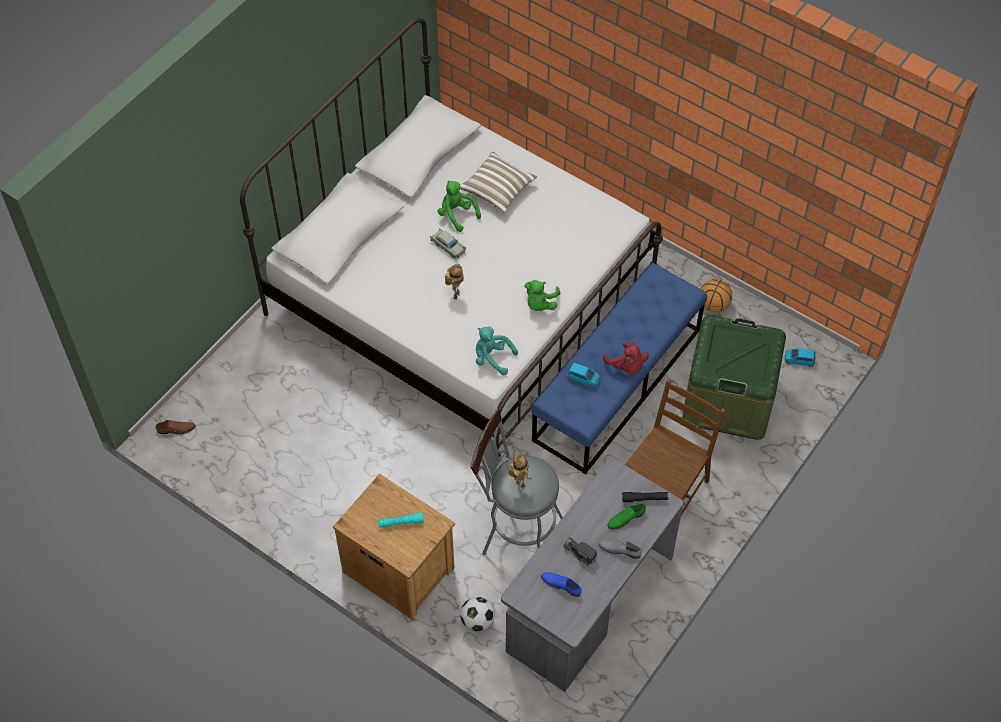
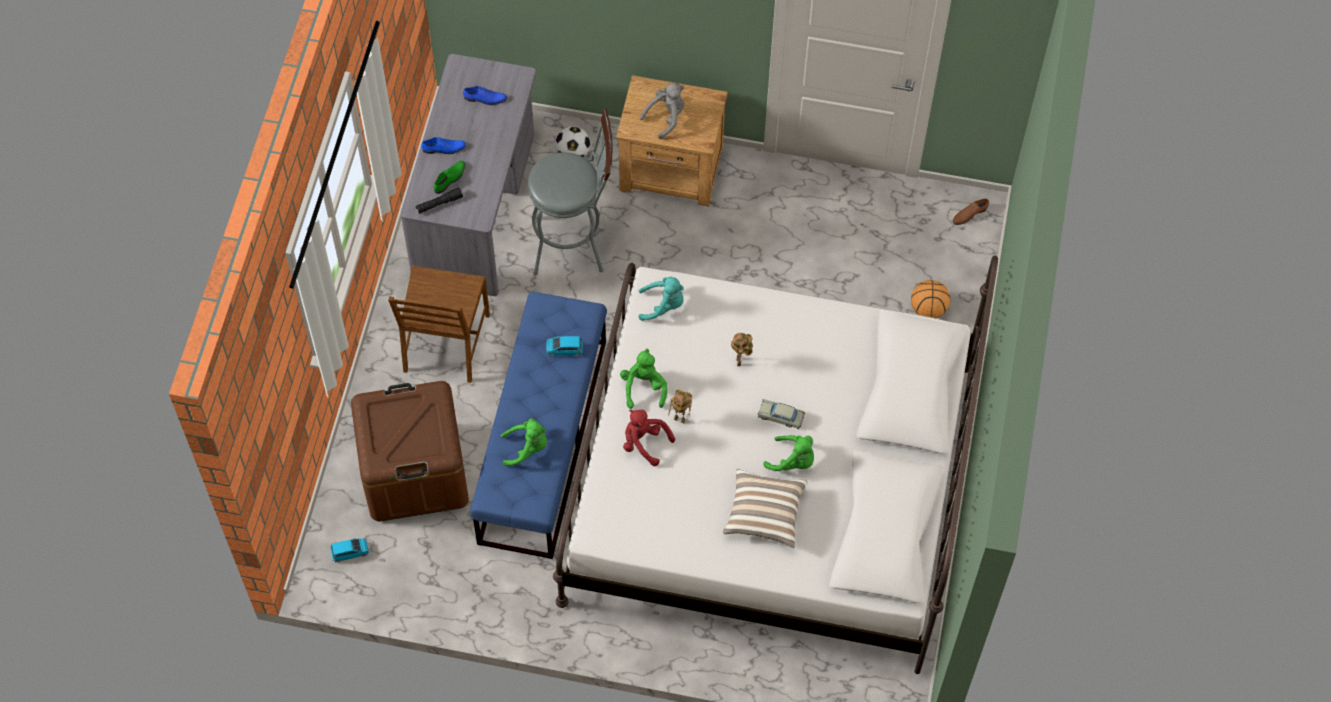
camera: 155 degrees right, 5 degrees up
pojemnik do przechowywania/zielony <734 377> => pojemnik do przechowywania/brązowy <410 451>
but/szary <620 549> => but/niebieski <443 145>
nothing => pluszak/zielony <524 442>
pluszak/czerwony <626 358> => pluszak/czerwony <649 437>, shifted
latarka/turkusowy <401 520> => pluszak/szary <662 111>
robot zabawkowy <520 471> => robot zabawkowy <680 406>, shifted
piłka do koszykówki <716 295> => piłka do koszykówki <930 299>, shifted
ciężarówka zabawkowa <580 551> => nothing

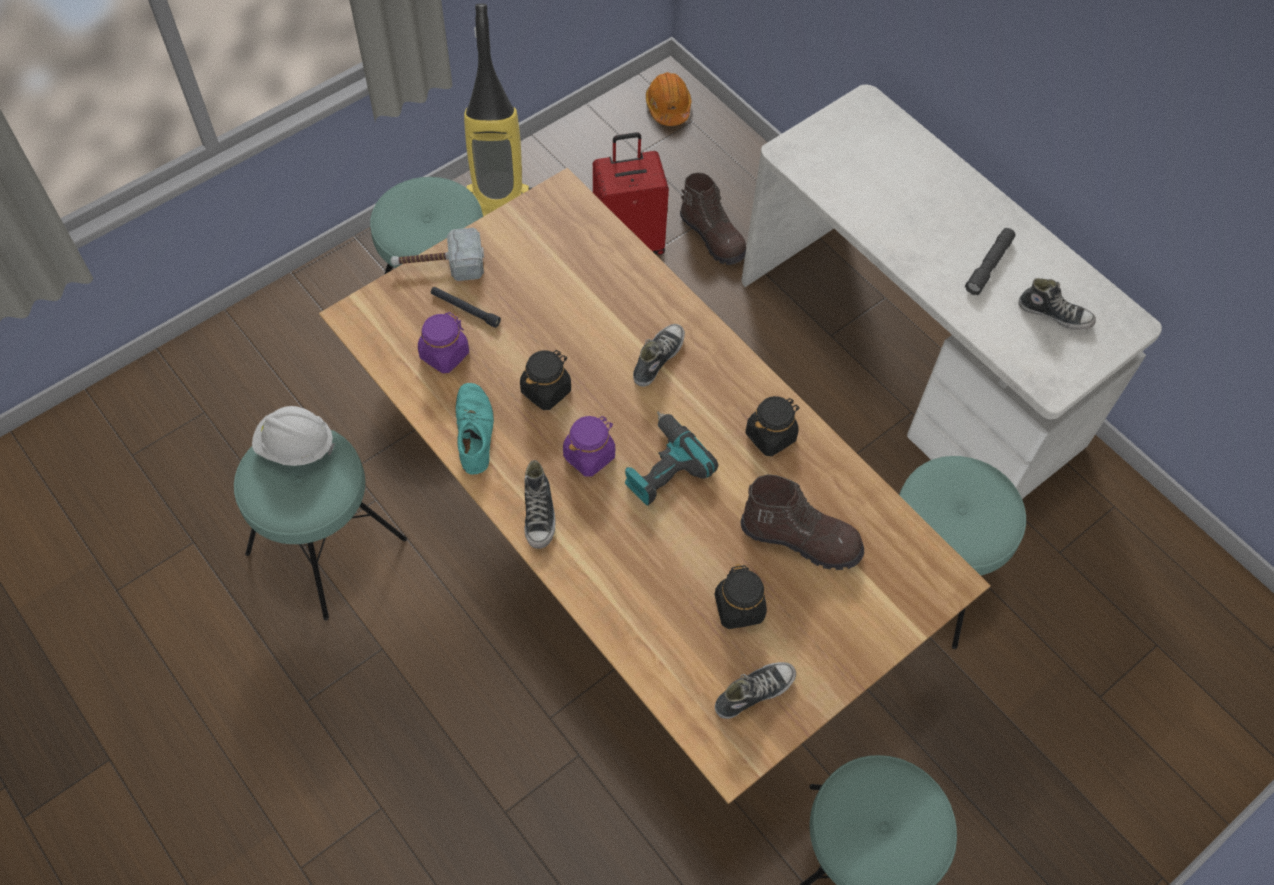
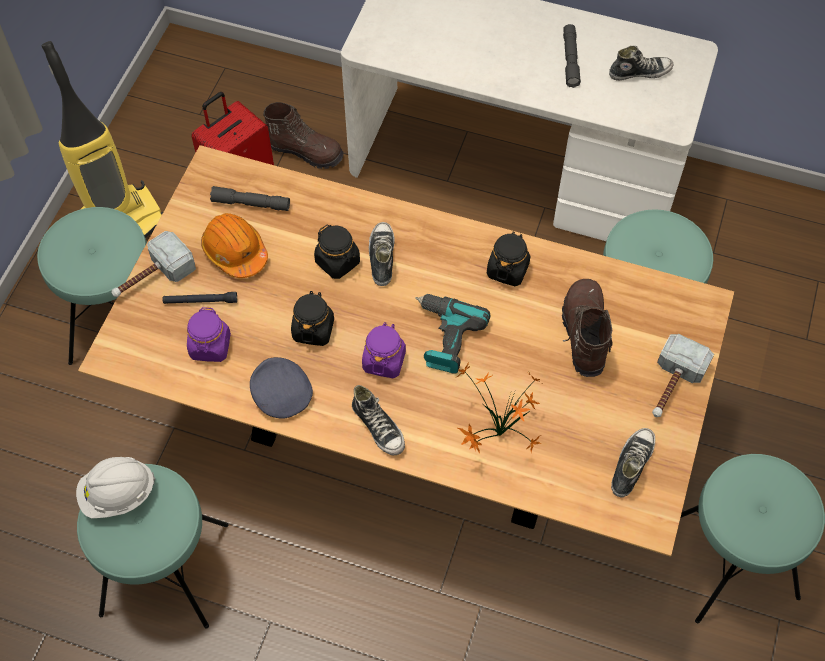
camera: 30 degrees left, 0 degrees up
kask/pomarańczowy <668 99> => kask/pomarańczowy <234 245>, shifted
nothing => latarka/szary <250 198>
but/turkusowy <474 429> => czapka z daszkiem/szary <281 388>
słoik/czarny <740 596> => słoik/czarny <337 252>, shifted
nothing => roślina doniczkowa <498 408>
but z cholewką/brązowy <802 522> => but z cholewką/brązowy <587 328>, 75 degrees counterclockwise
nothing => młotek <683 375>

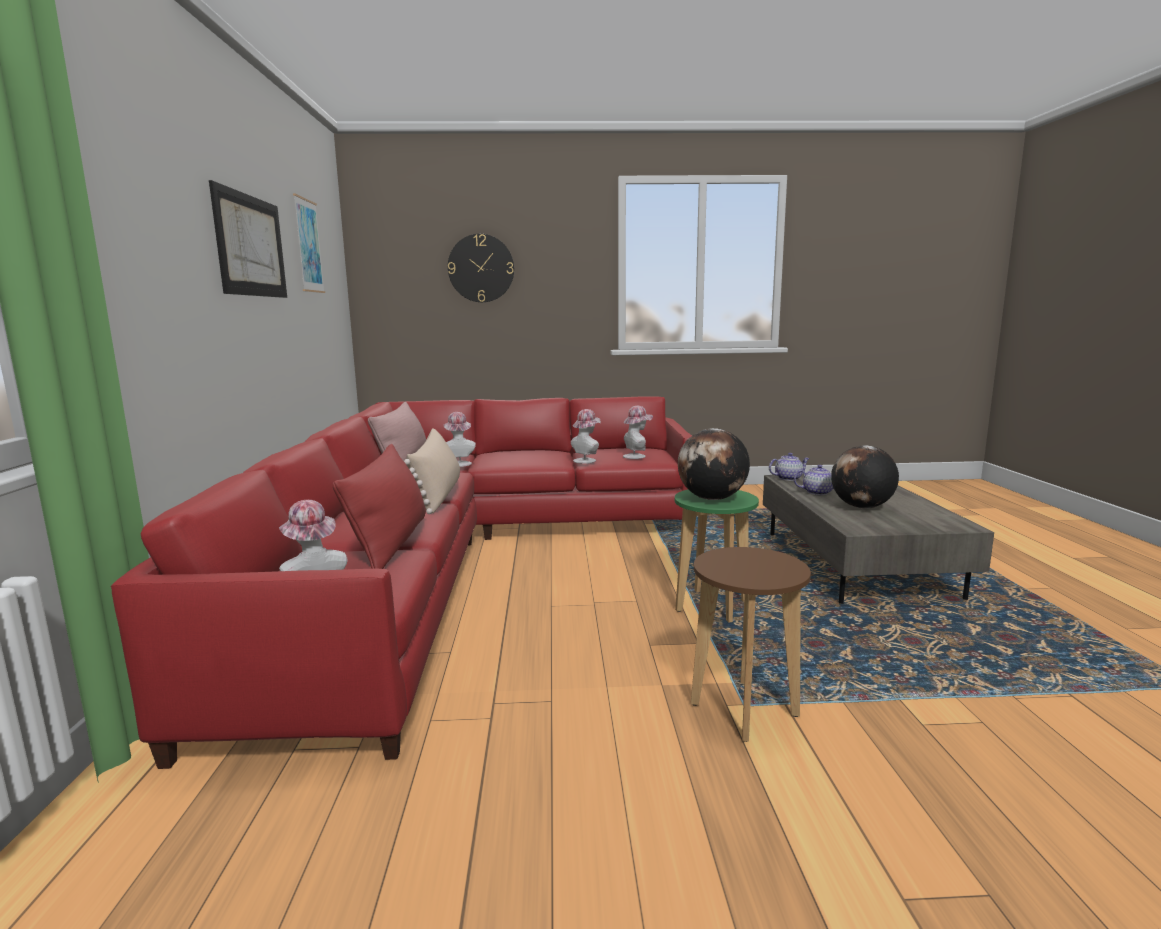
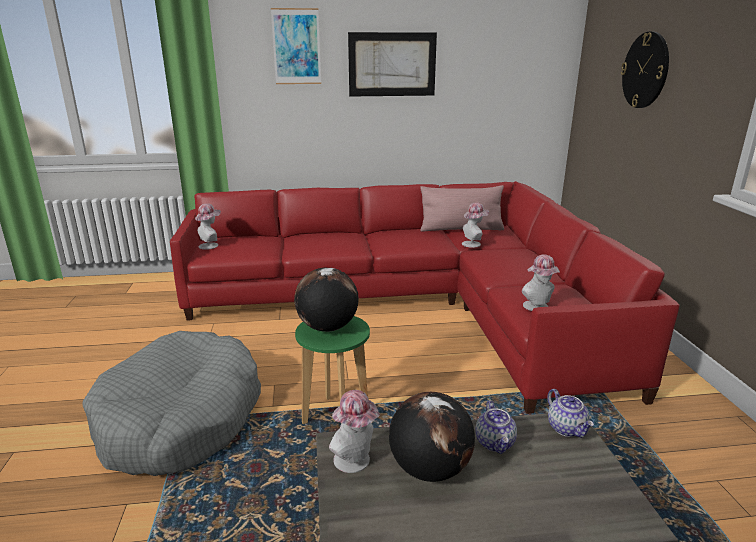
camera: 85 degrees right, 10 degrees up
stołek/brązowy <751 644> => legowisko/szary <171 403>
obraz <309 243> => obraz <296 46>, shifted
kapelusz <586 436> => kapelusz <354 431>, shifted
poduszka/czerwony <379 506> => nothing
poduszka/beżowy <432 471> => nothing

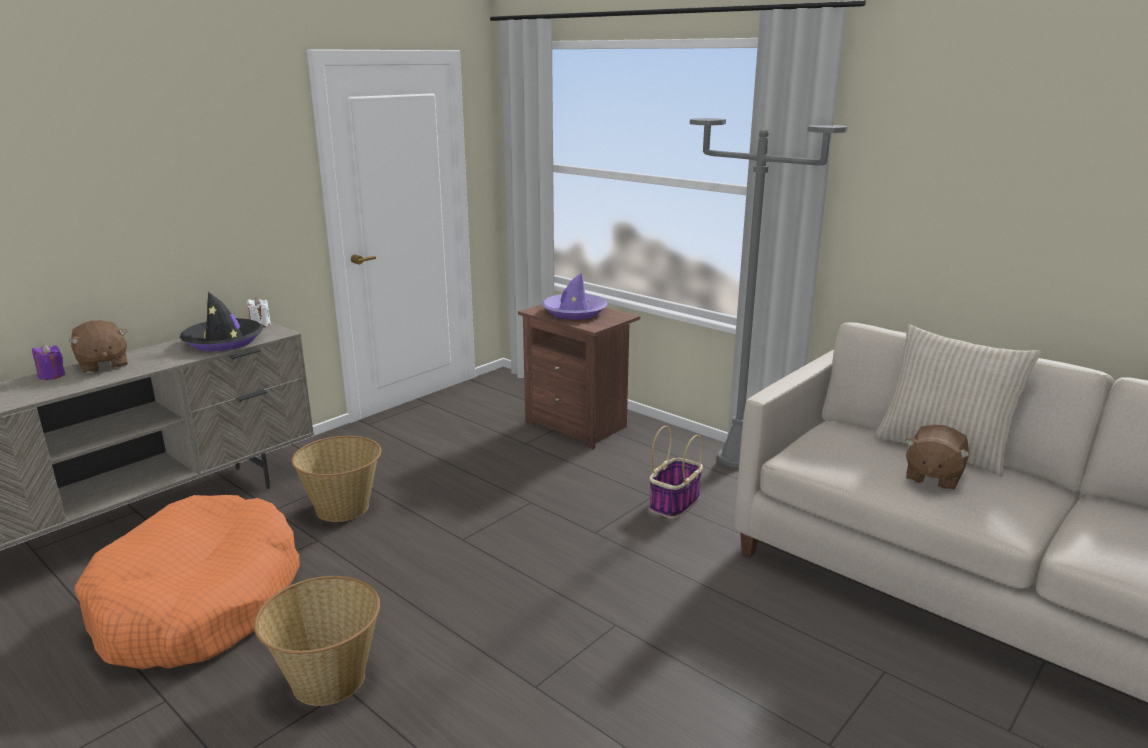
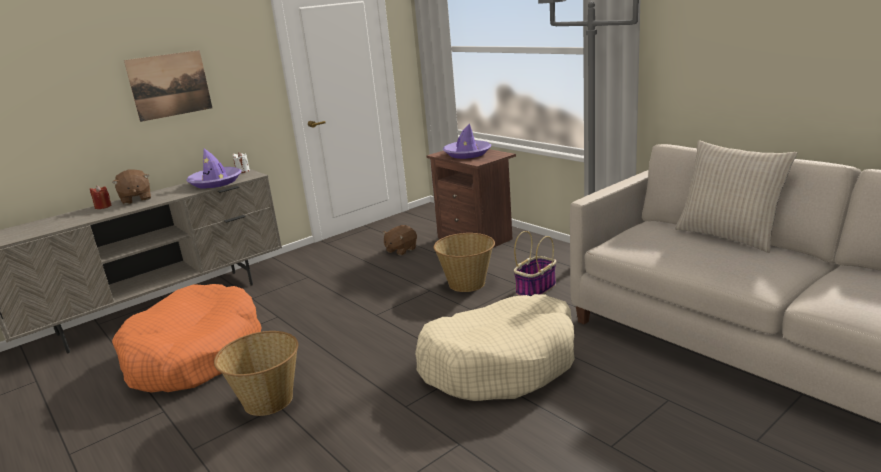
camera: 10 degrees right, 0 degrees up
świeca/fioletowy <48 362> => świeca/czerwony <101 197>
nothing => obraz <168 86>
kapelusz/czarny <221 321> => kapelusz/fioletowy <214 168>
pluszak/brązowy <937 458> => pluszak/brązowy <399 240>, shifted
nothing => legowisko/beżowy <495 347>
koszyk <336 479> => koszyk <464 262>, shifted

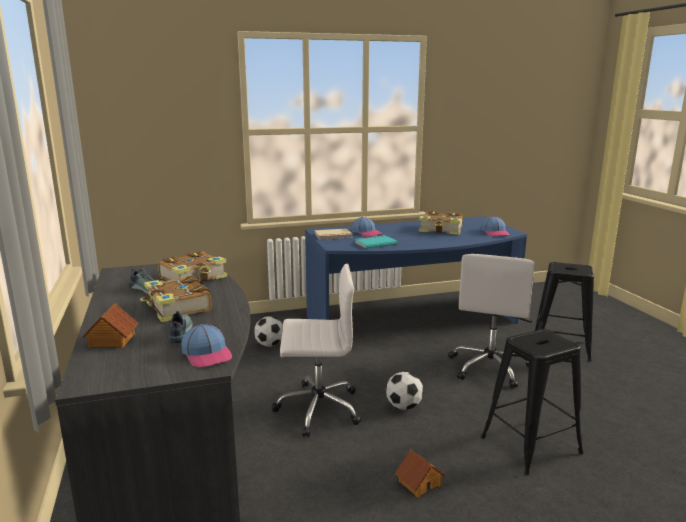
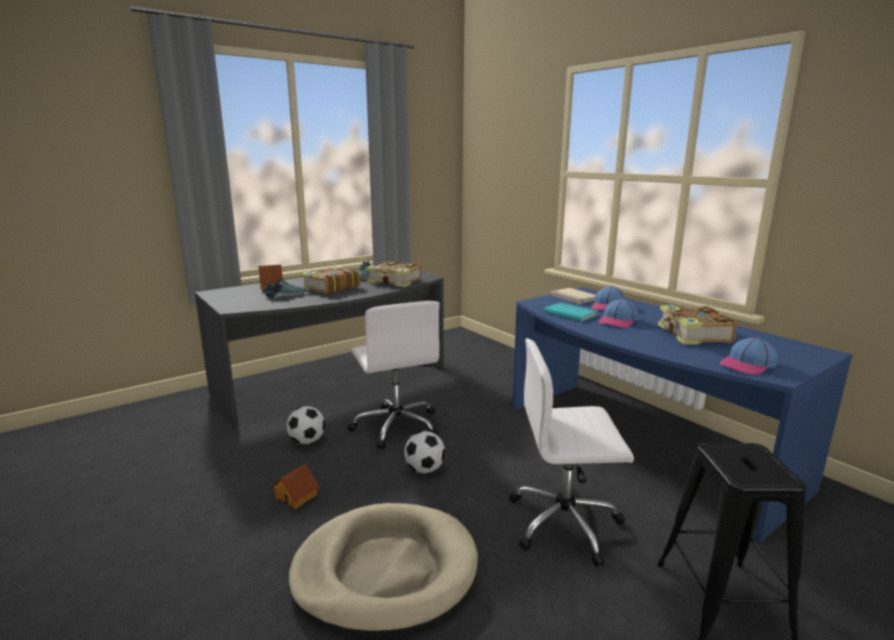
camera: 70 degrees right, 0 degrees up
piłka futbolowa <268 331> => piłka futbolowa <305 425>, shifted
stołek/czarny <532 402> => legowisko/beżowy <383 569>
czapka z daszkiem <206 346> => czapka z daszkiem <618 313>, shifted

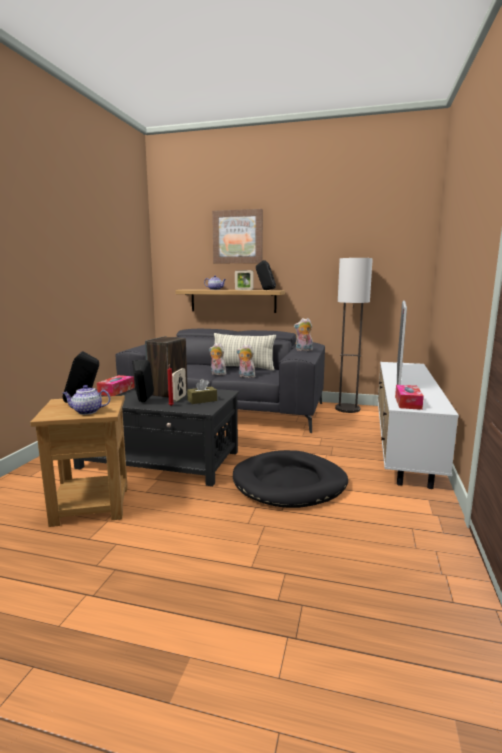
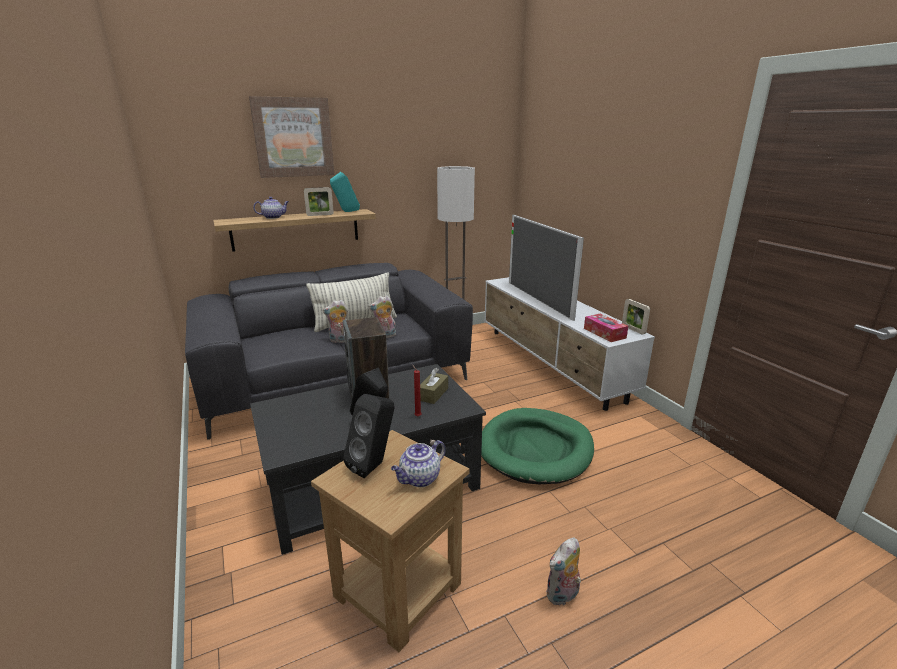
camera: 40 degrees left, 10 degrees up
głośnik/czarny <266 275> => głośnik/turkusowy <345 192>
legowisko/czarny <290 479> => legowisko/zielony <537 446>
pluszak <303 334> => pluszak <563 571>, shifted
ramka na zdjęcie <179 385> => ramka na zdjęcie <636 316>, shifted
pudełko chusteczek <116 385> => nothing

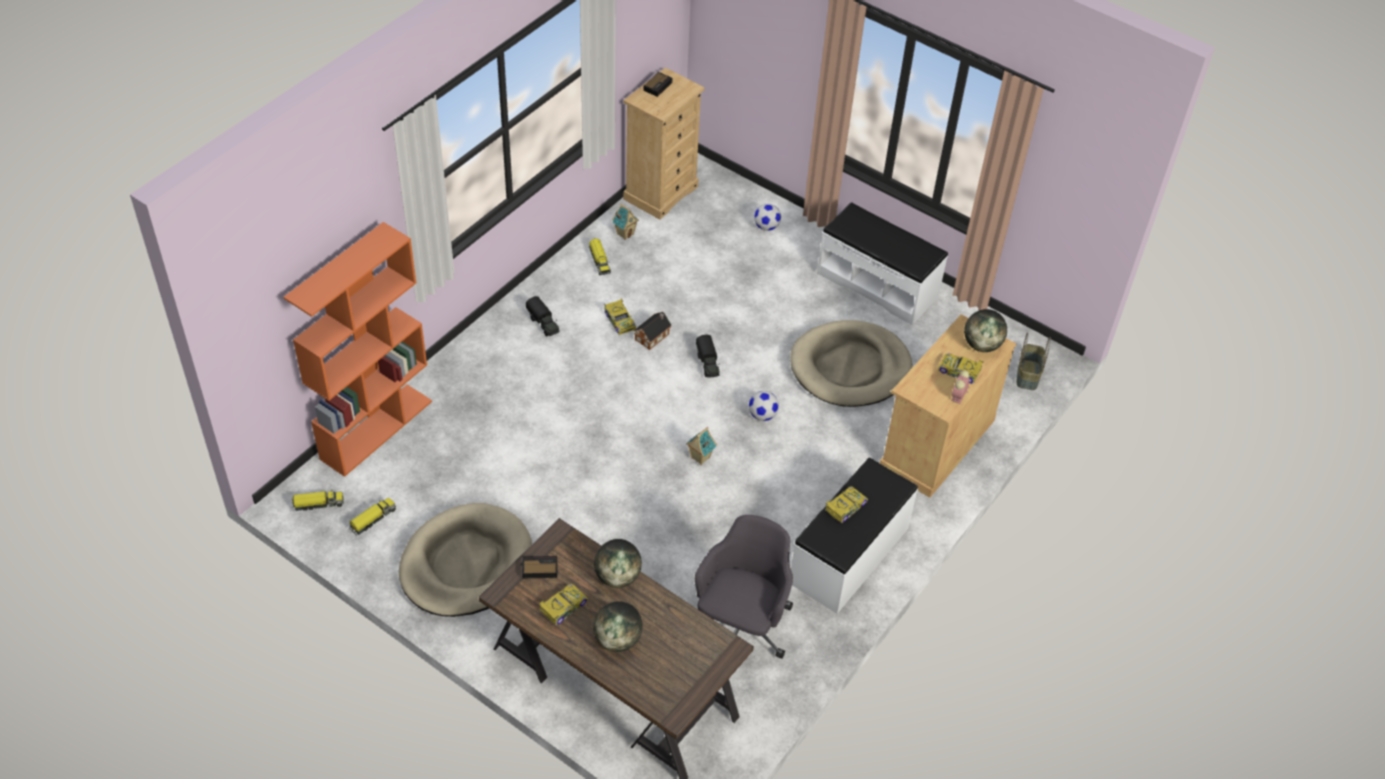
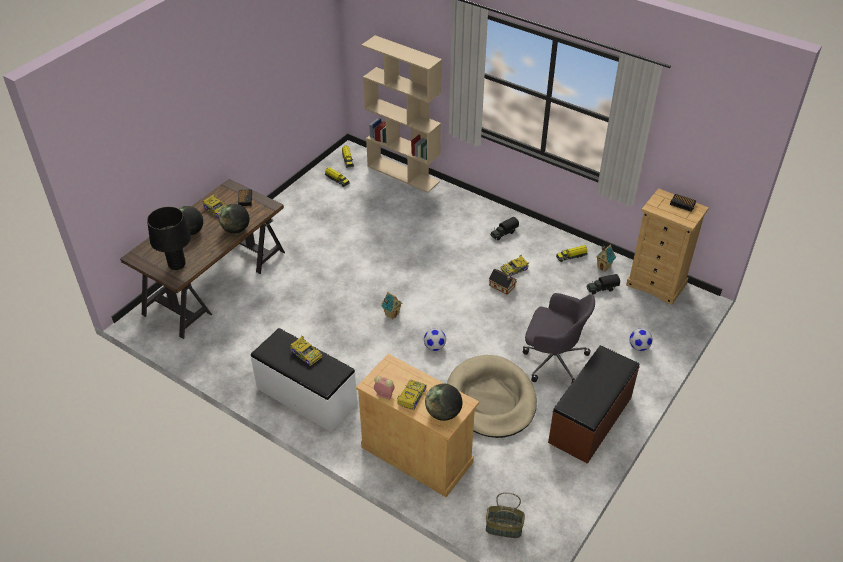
camera: 90 degrees right, 5 degrees down
nothing => lampa stołowa/czarny <169 238>
regał/pomarańczowy <357 349> => regał/beżowy <401 114>
krzesło biurowe/szary <744 587> => krzesło biurowe/szary <559 338>, shifted
ławka/biały <882 263> => ławka/brązowy <594 404>
ciężarówka zabawkowa <708 356> => ciężarówka zabawkowa <603 284>, shifted
legowisko/beżowy <465 560> => nothing

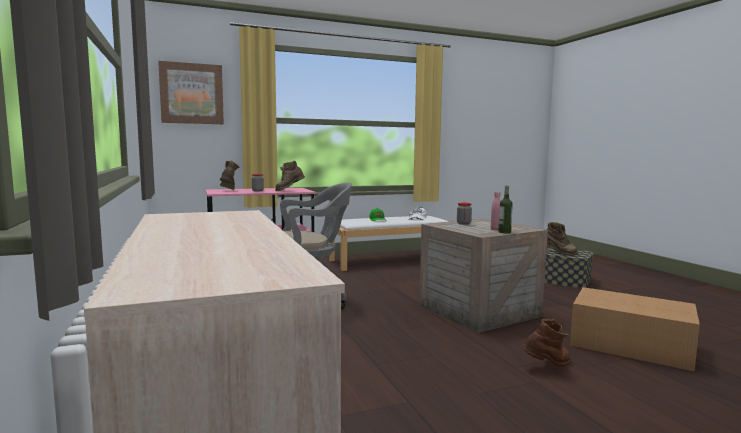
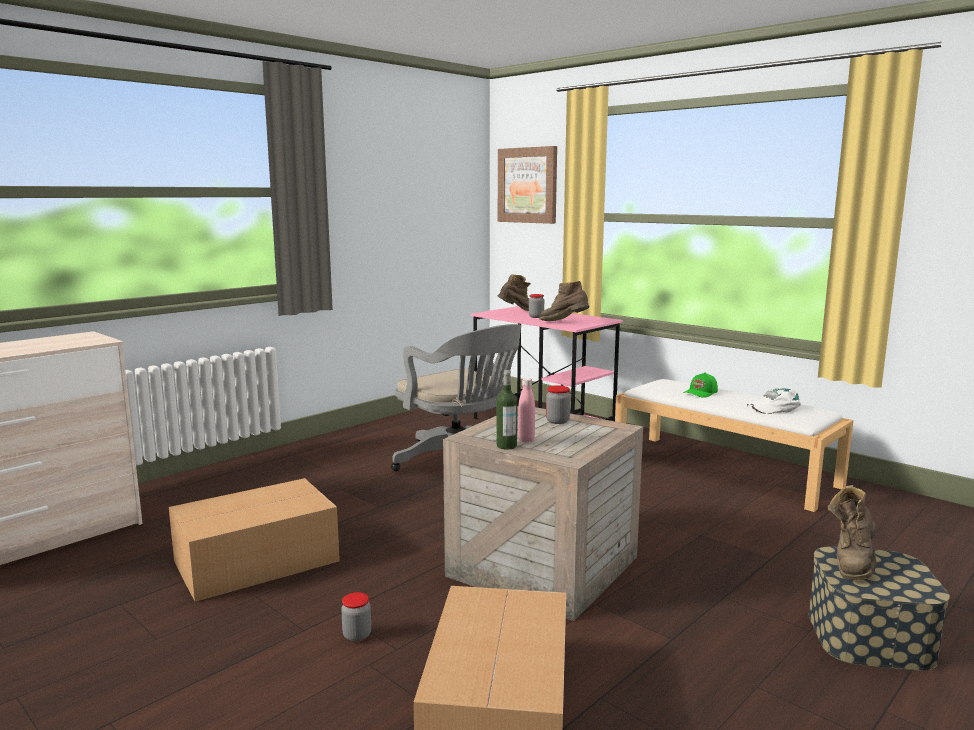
camera: 65 degrees right, 5 degrees up
nothing => karton <254 540>
but z cholewką/brązowy <546 343> => słoik <356 617>

